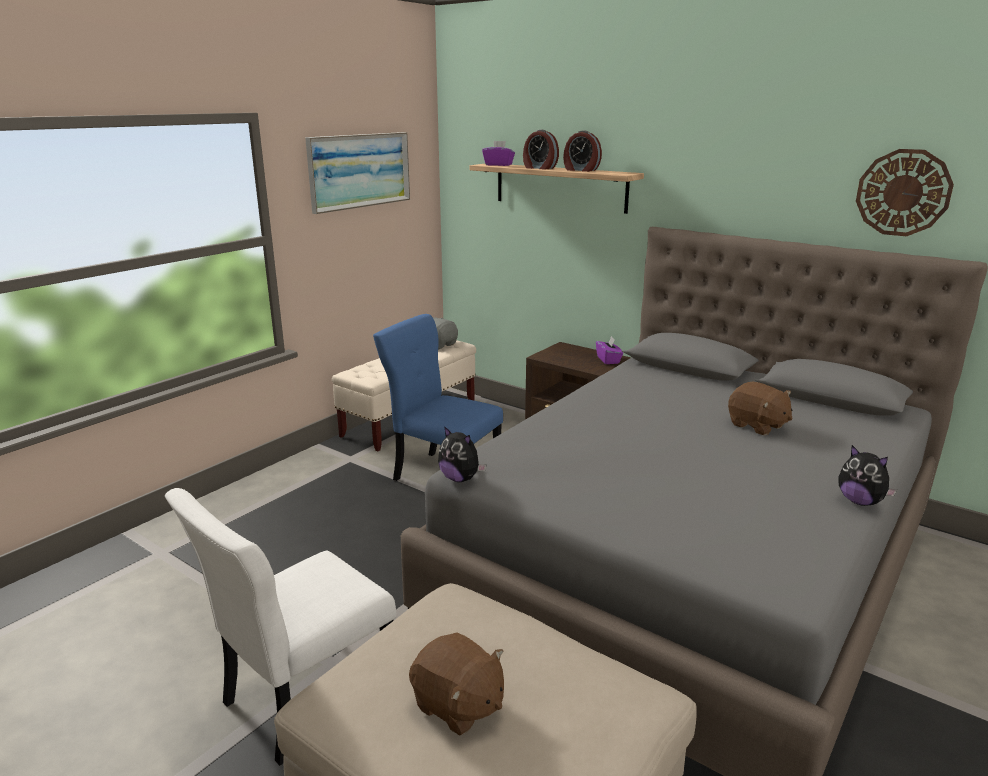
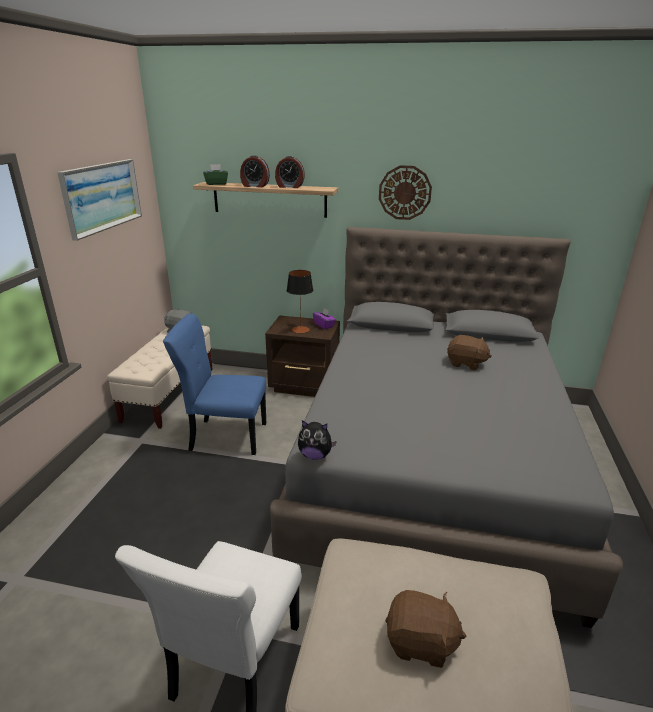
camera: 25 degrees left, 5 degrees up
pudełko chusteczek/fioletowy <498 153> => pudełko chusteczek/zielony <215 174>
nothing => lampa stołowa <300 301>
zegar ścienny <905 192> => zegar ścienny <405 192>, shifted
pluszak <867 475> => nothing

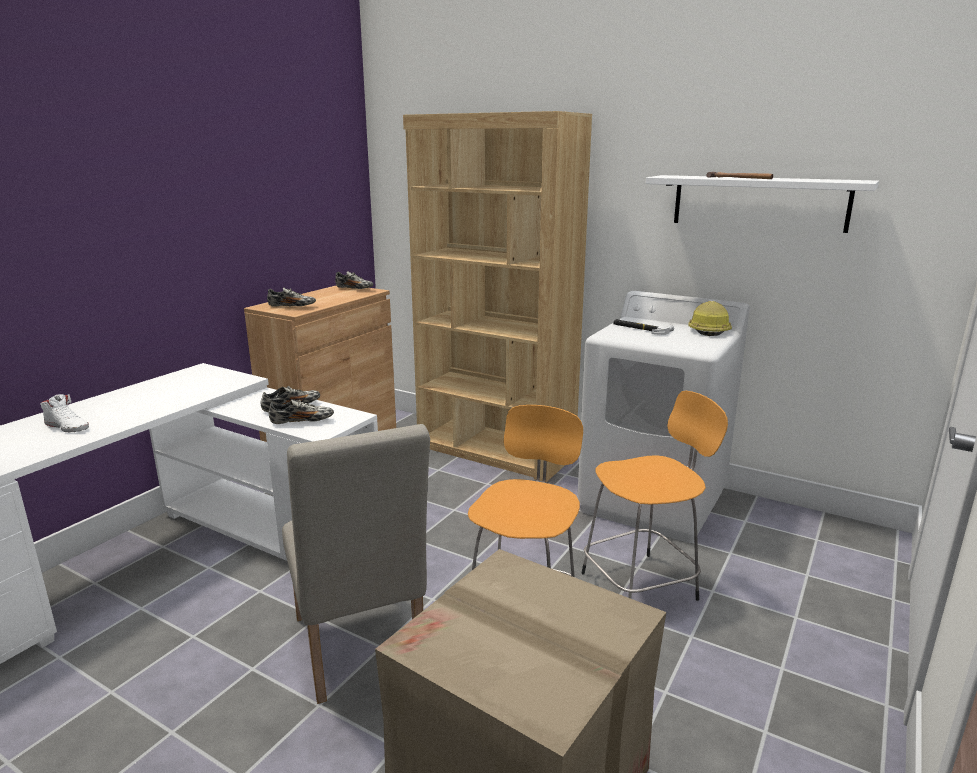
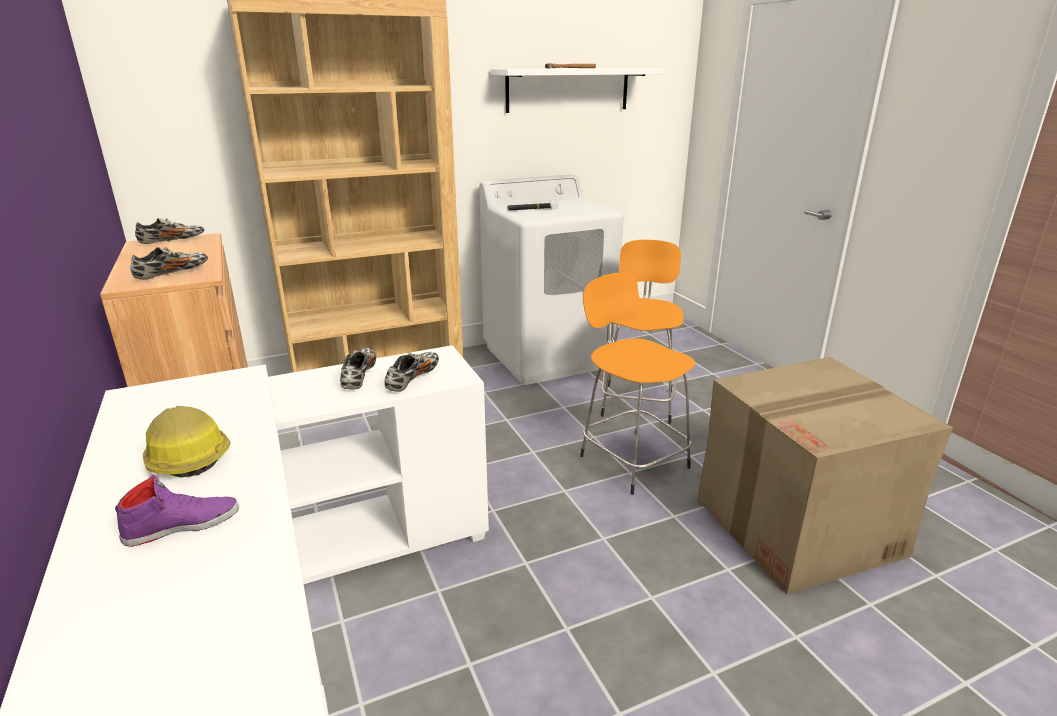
camera: 55 degrees left, 5 degrees up
but/biały <64 413> => but/fioletowy <177 510>
kask <710 318> => kask <186 442>, shifted
krzesło/beżowy <356 564> => nothing

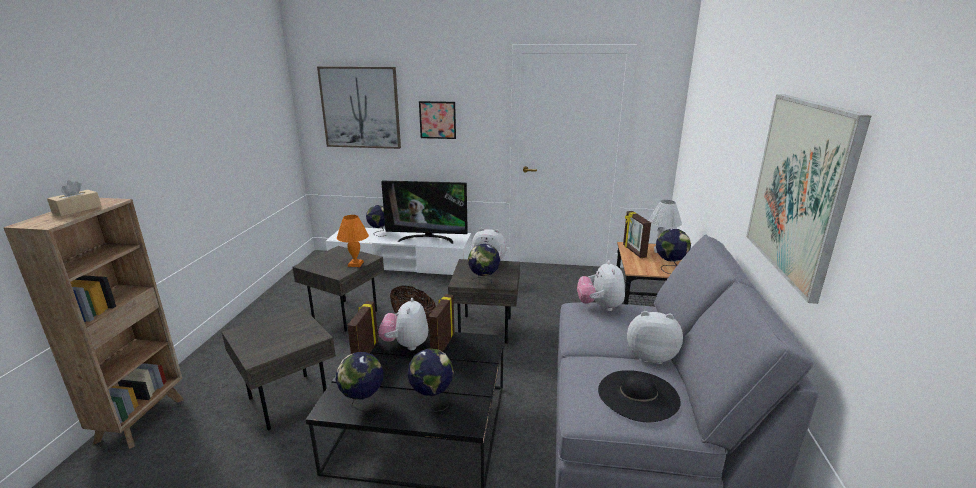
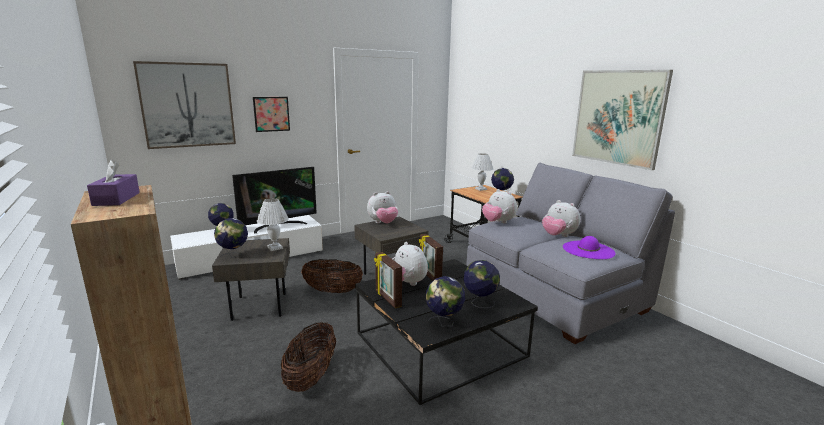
camera: 40 degrees left, 5 degrees down
pudełko chusteczek/beżowy <74 198> => pudełko chusteczek/fioletowy <113 182>
globus <484 264> => globus <231 237>, shifted
lampa stołowa/pomarańczowy <353 241> => lampa stołowa/biały <273 224>
stolik/szary <279 368> => koszyk <308 357>
pluszak <655 337> => pluszak <561 218>, 105 degrees counterclockwise
kapelusz/czarny <639 396> => kapelusz/fioletowy <589 247>
ramka na zdjęcie <637 234> => nothing

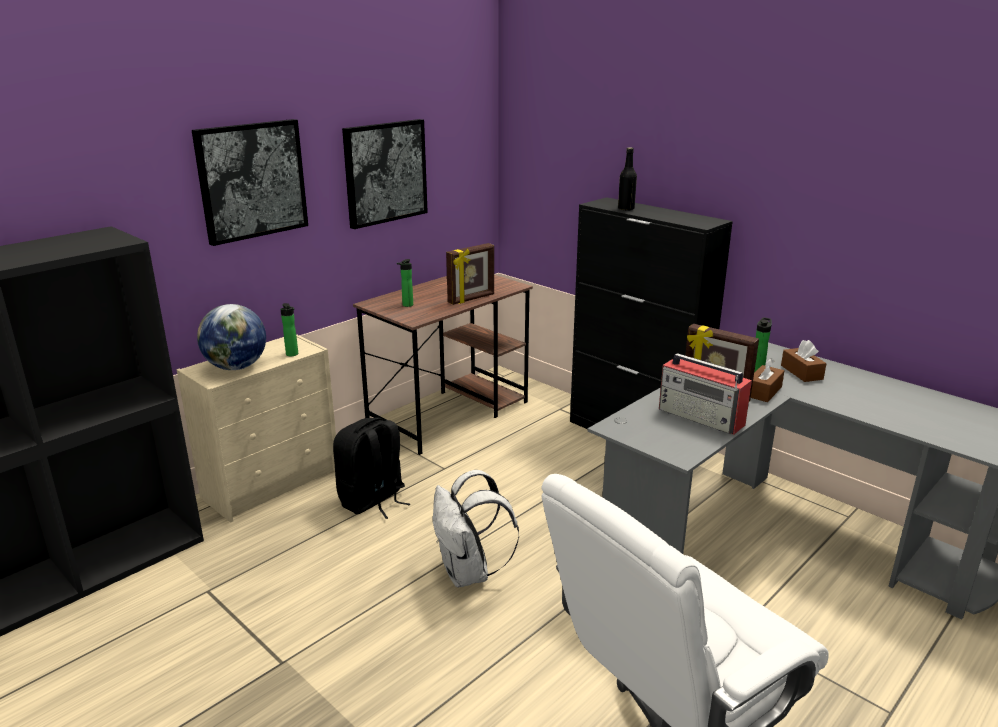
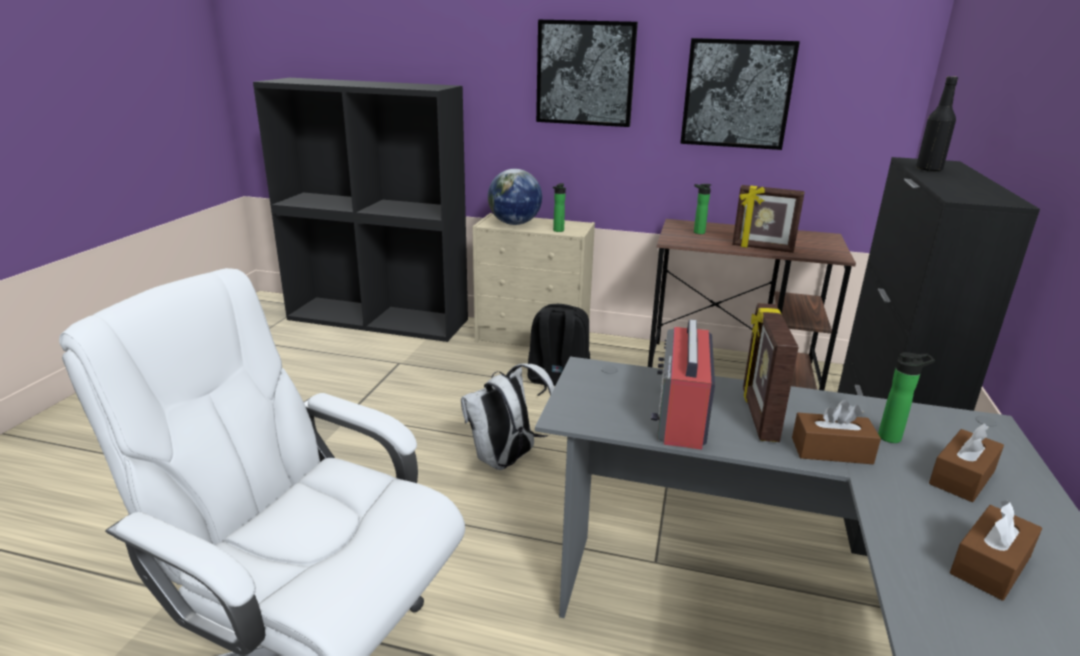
camera: 60 degrees right, 0 degrees up
nothing => pudełko chusteczek/brązowy <996 551>

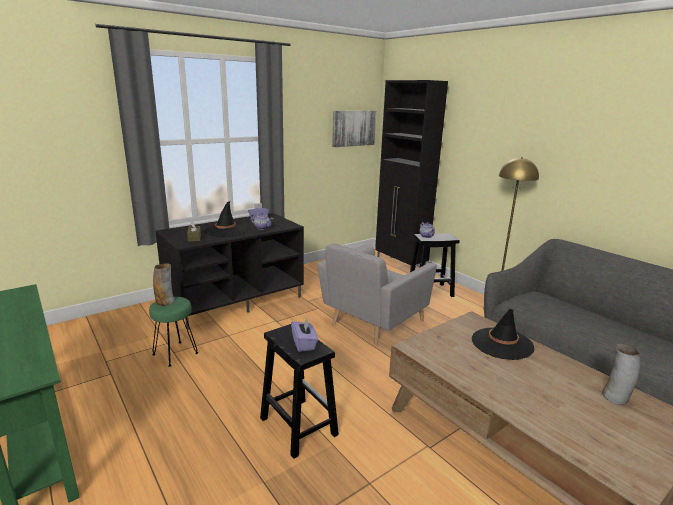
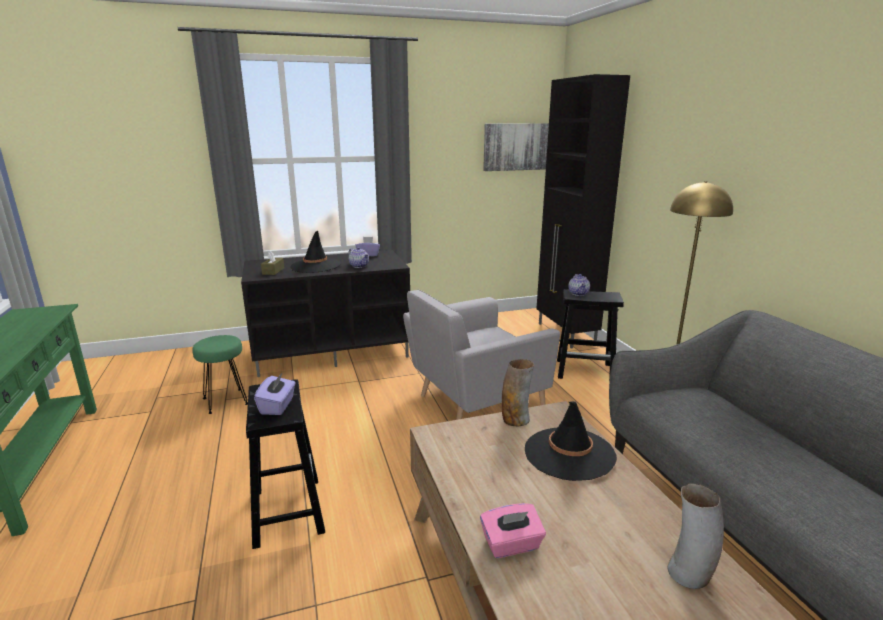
camera: 20 degrees right, 0 degrees up
nothing => pudełko chusteczek/różowy <513 530>
wazon <163 284> => wazon <518 392>, shifted

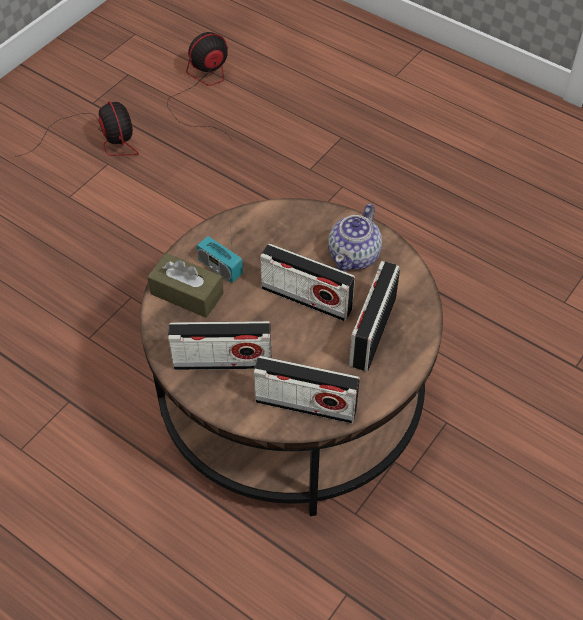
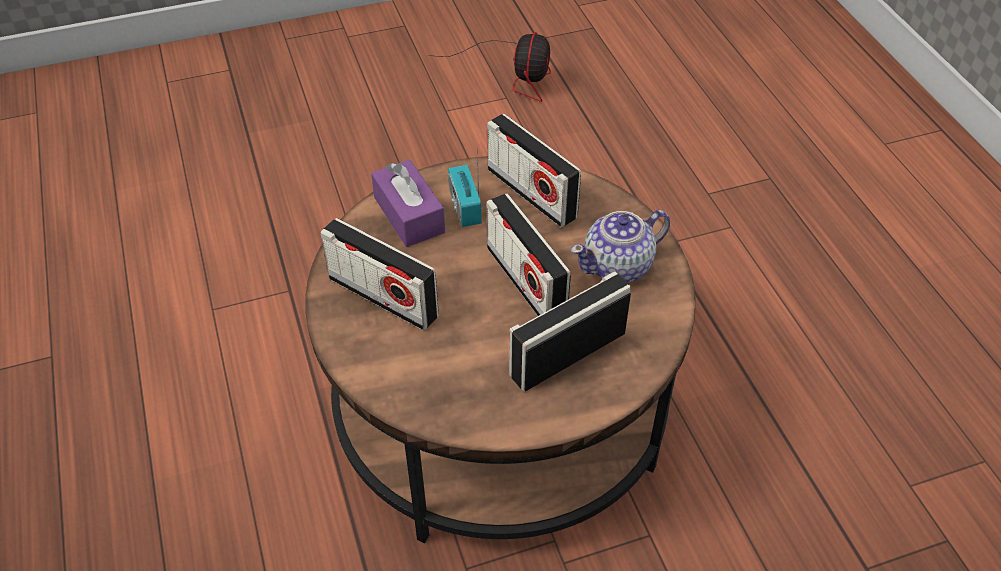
camera: 35 degrees right, 5 degrees down
pudełko chusteczek/brązowy <185 285> => pudełko chusteczek/fioletowy <408 203>
radio <306 390> => radio <534 170>, shifted
wentylator <200 86> => nothing

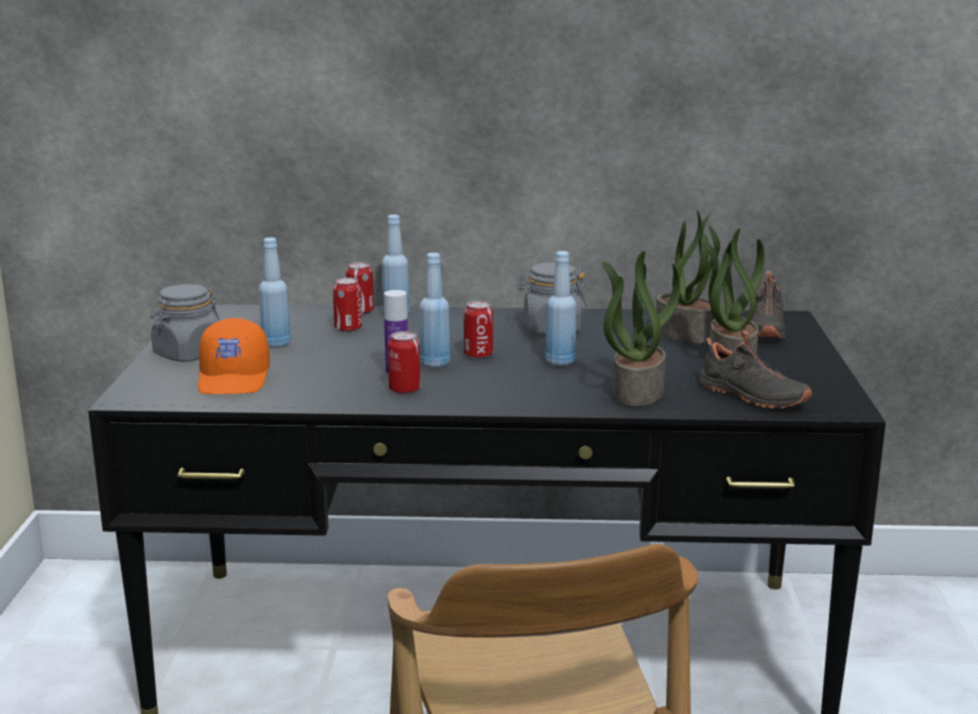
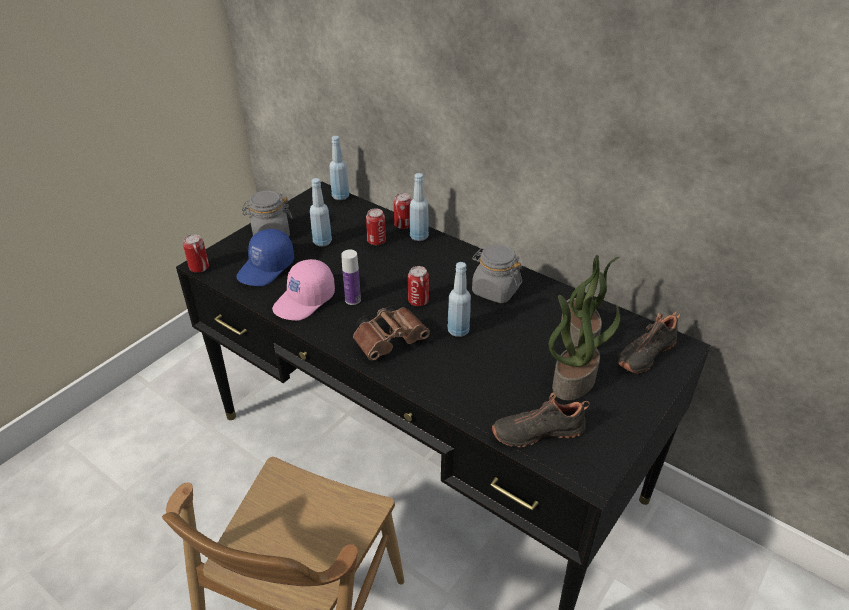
camera: 35 degrees right, 20 degrees up
puszka <404 362> => puszka <196 253>, shifted
czapka z daszkiem/pomarańczowy <234 356> => czapka z daszkiem/niebieski <265 257>
nothing => czapka z daszkiem/różowy <303 290>
butelka/niebieski <435 310> => butelka/niebieski <339 168>, shifted
nothing => lornetka/brązowy <391 333>
but/czarny <756 370> => but/czarny <541 419>, 90 degrees clockwise
roślina doniczkowa <641 329> => nothing

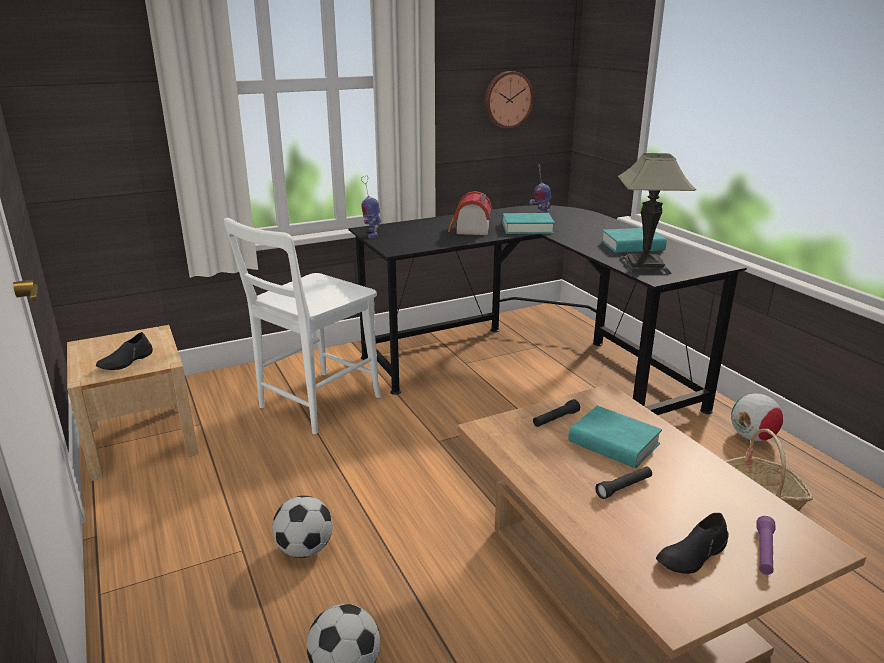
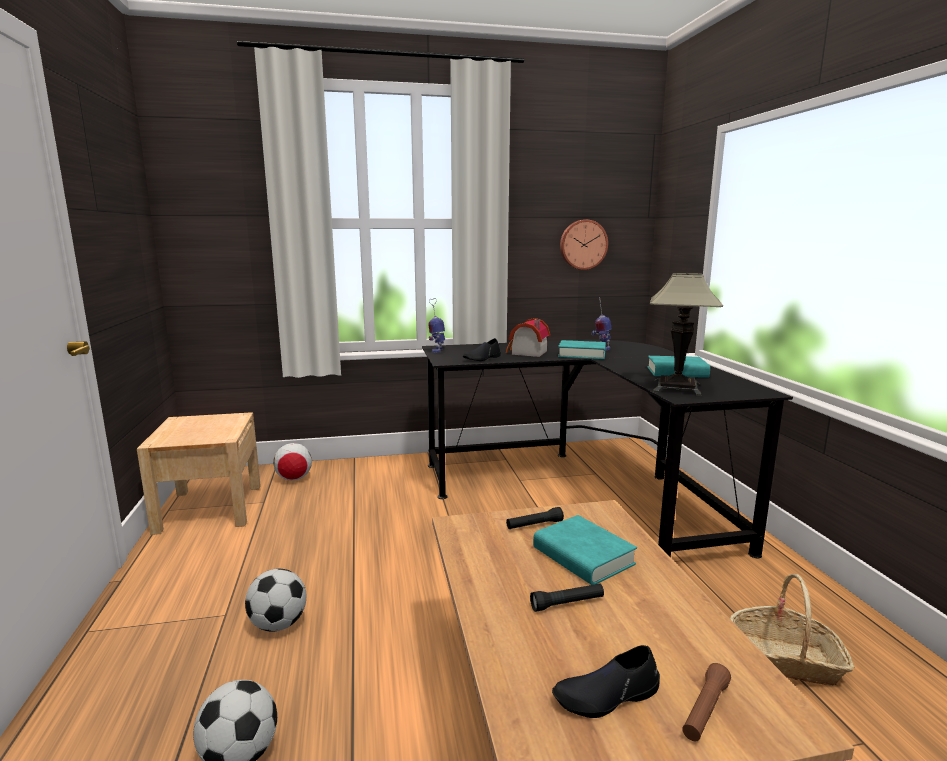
camera: 15 degrees right, 10 degrees down
piłka futbolowa <757 417> => piłka futbolowa <292 461>, shifted
but/czarny <124 351> => but/czarny <482 349>, shifted
latarka/fioletowy <765 545> => latarka/brązowy <706 702>
krzesło/biały <302 326> => nothing

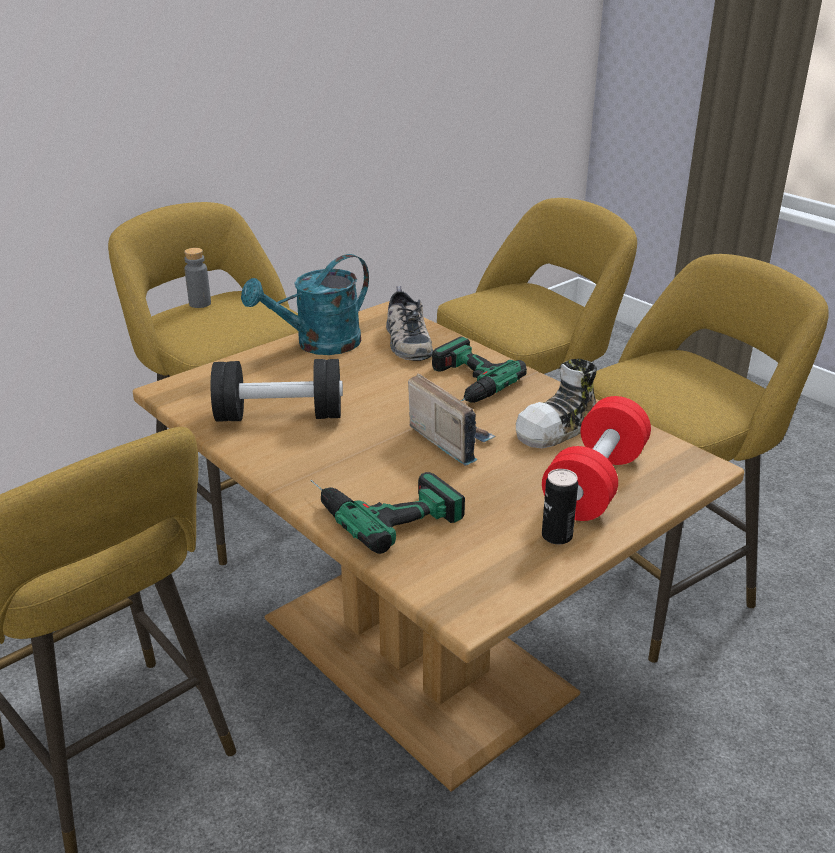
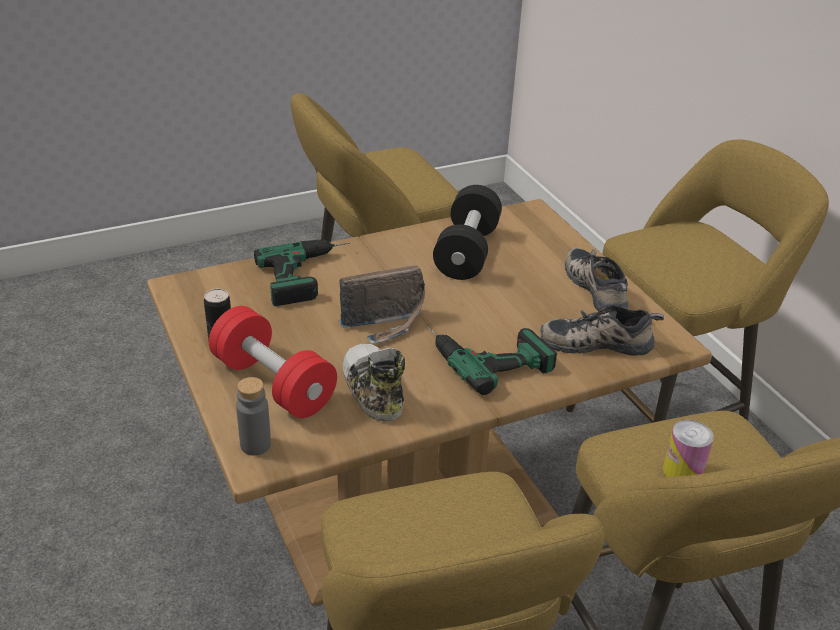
camera: 105 degrees right, 5 degrees up
butelka/szary <197 278> => butelka/szary <253 416>, shifted
konewka/turkusowy <305 304> => but <596 279>
nothing => puszka <688 448>

